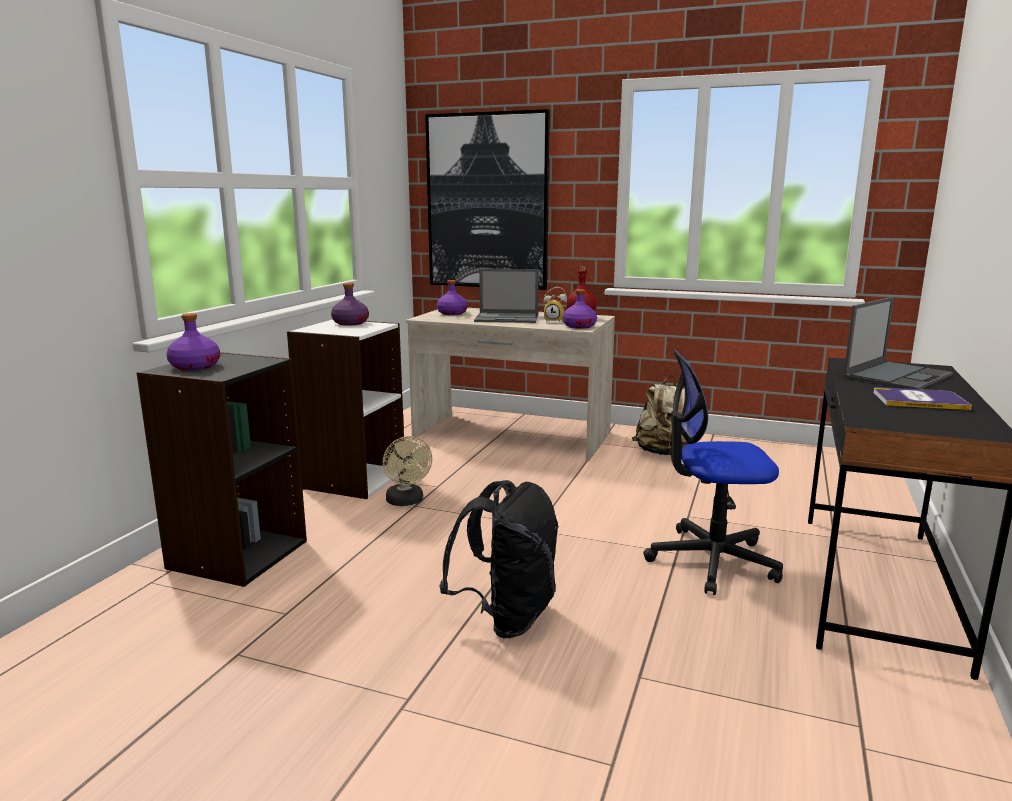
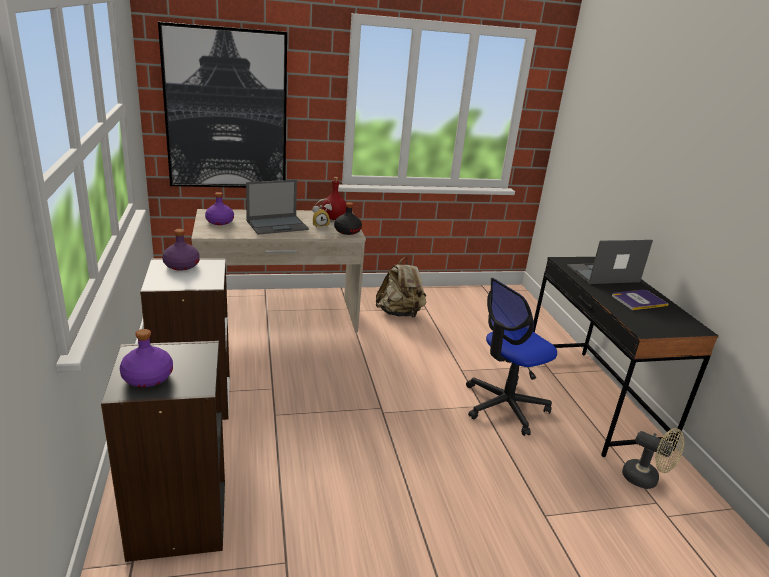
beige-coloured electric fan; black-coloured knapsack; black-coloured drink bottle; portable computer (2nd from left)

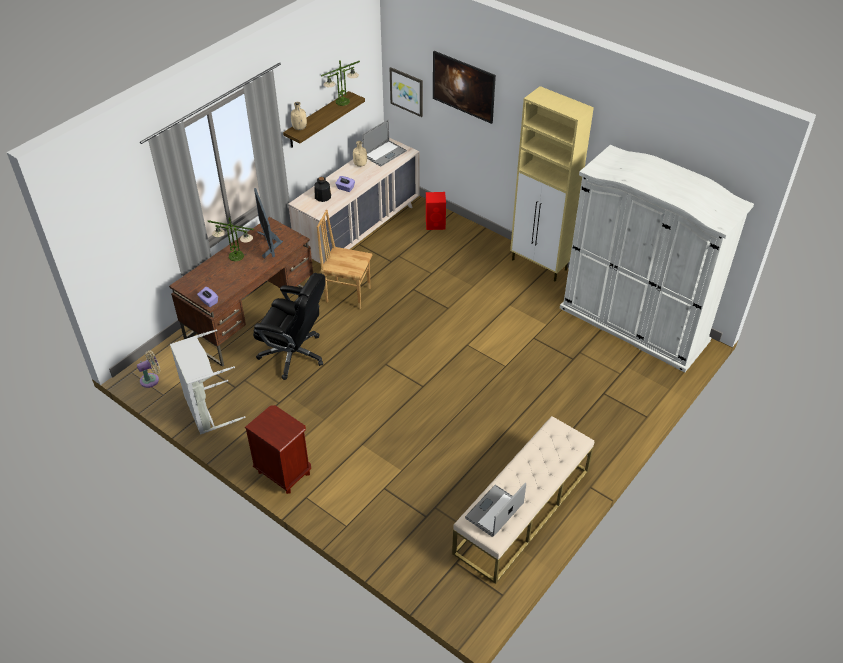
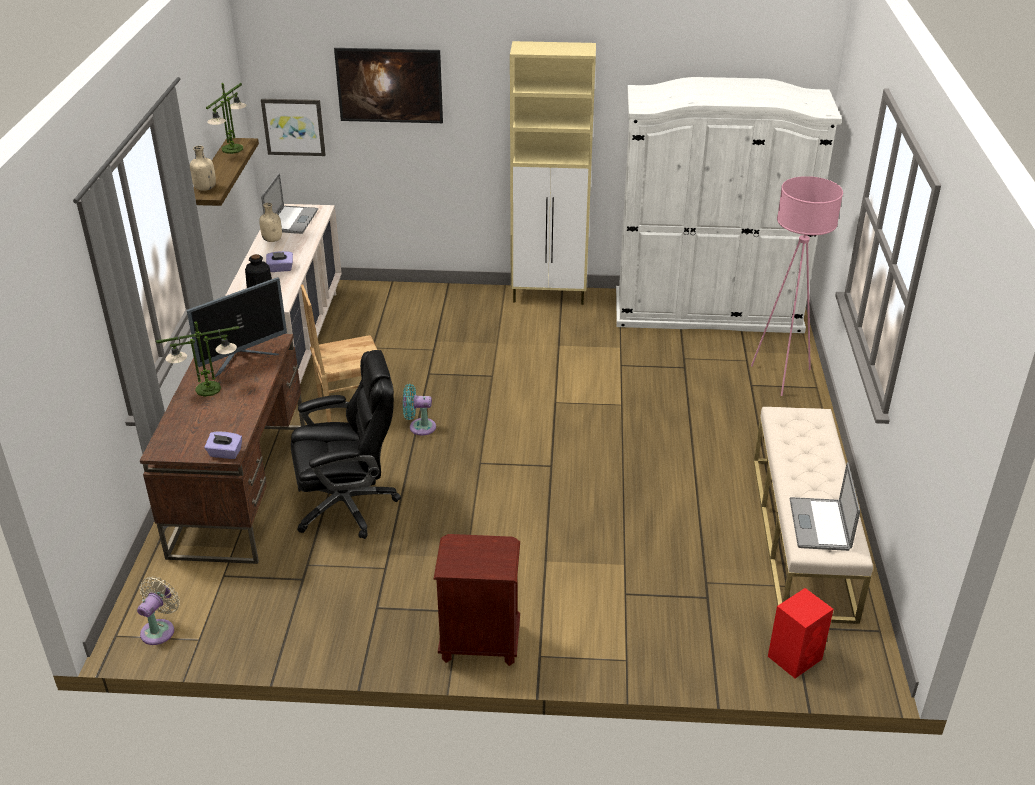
gray washing basket; computer display; red audio speaker; turquoise electric fan; pink-coloured standard lamp

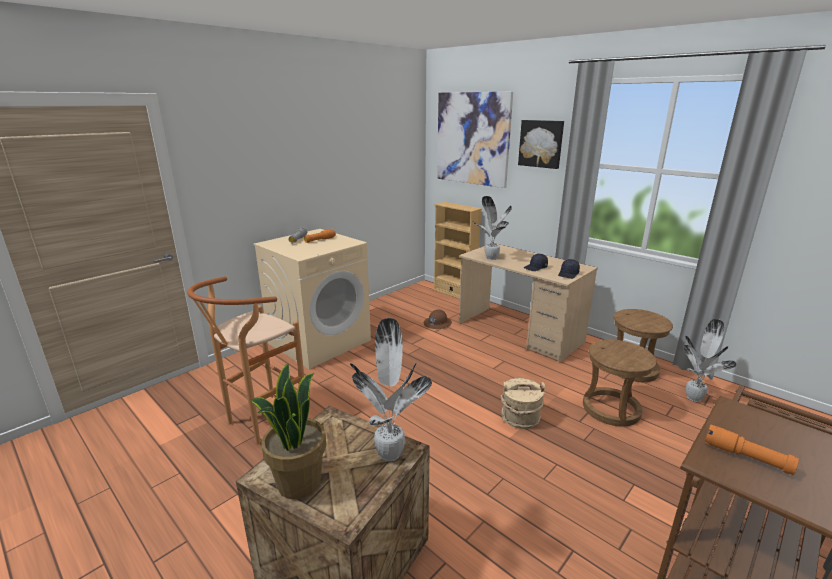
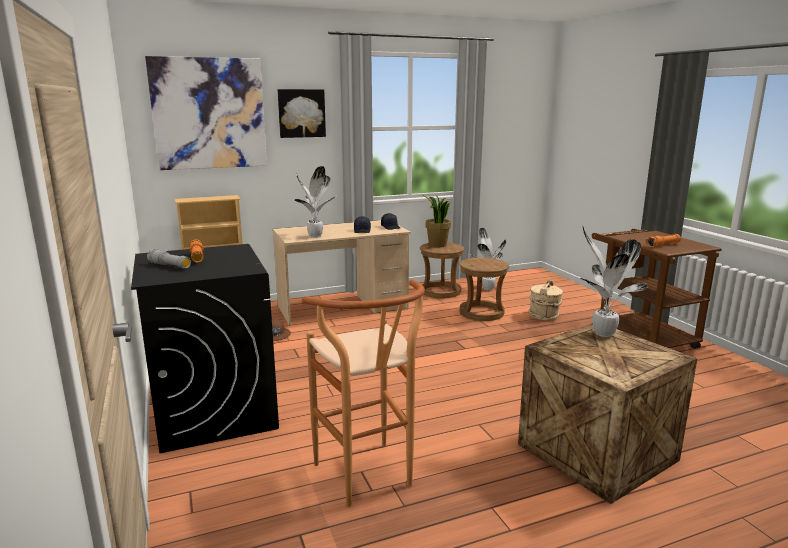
potted plant (2nd from left); black-coloured laundry appliance; beige-coloured water bucket

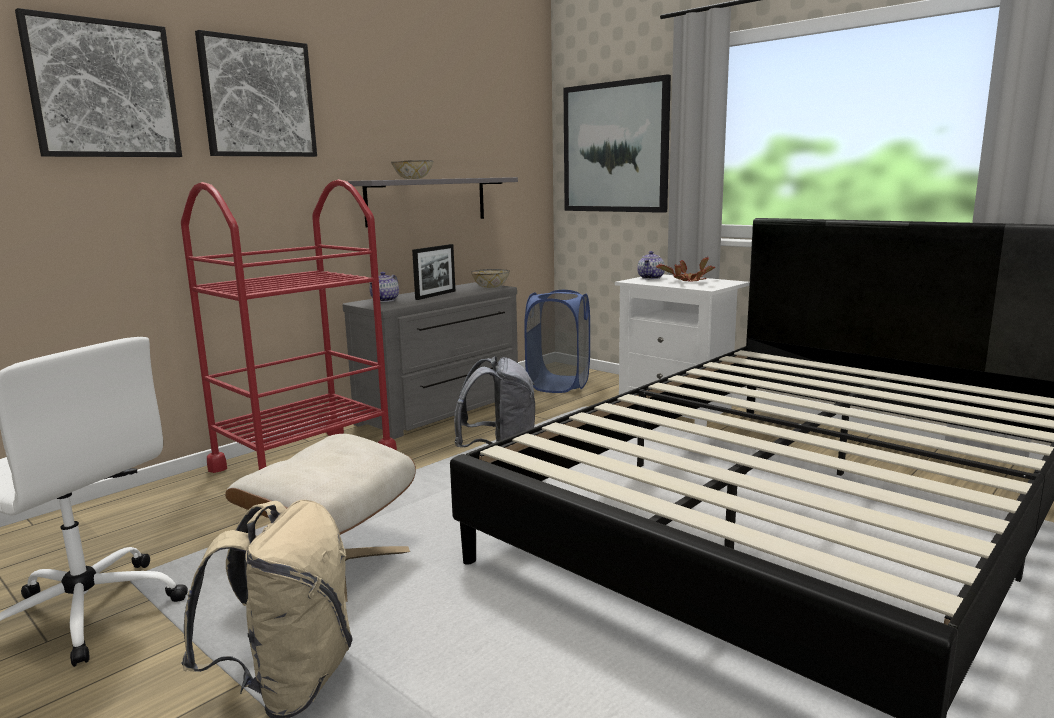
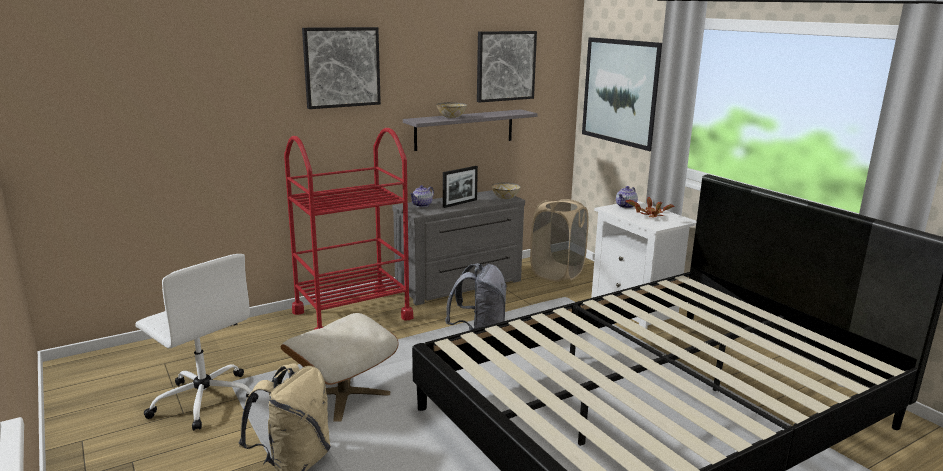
picture (2nd from left); beige-coloured washing basket

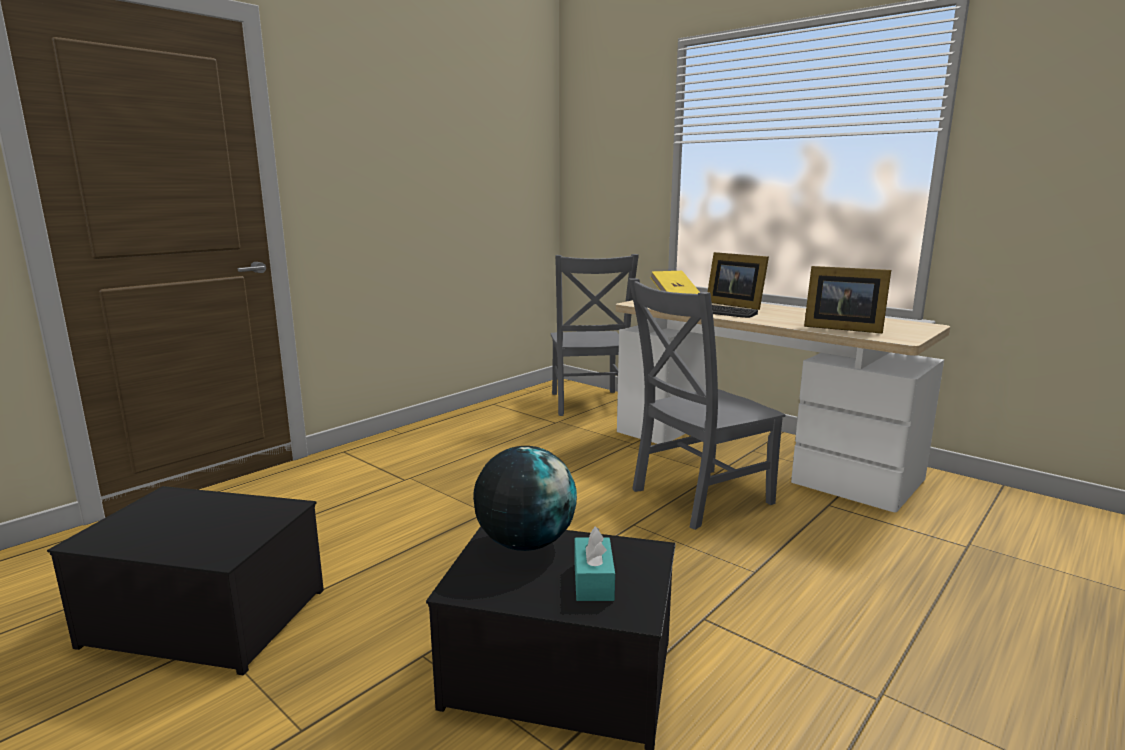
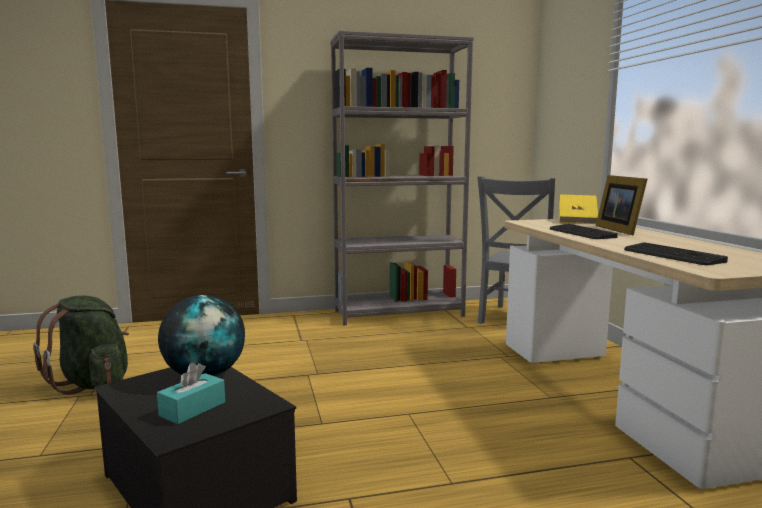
green-coloured knapsack; gray upright chair (2nd from left in the first image); computer keyboard (2nd from left); gray bookcase

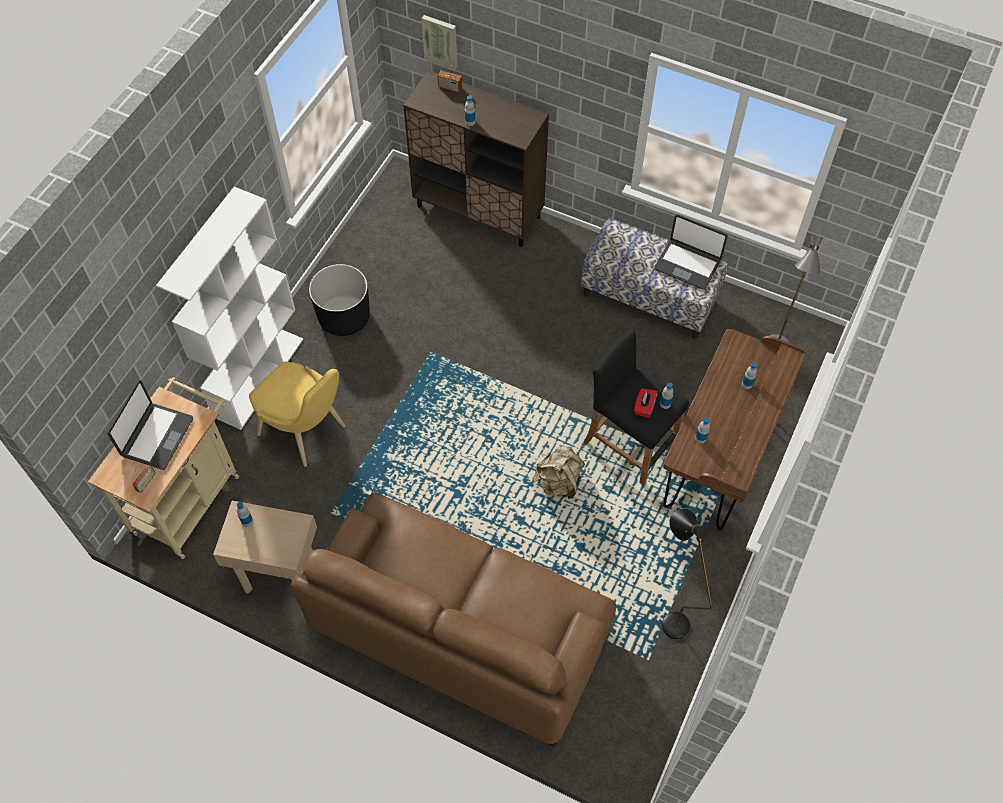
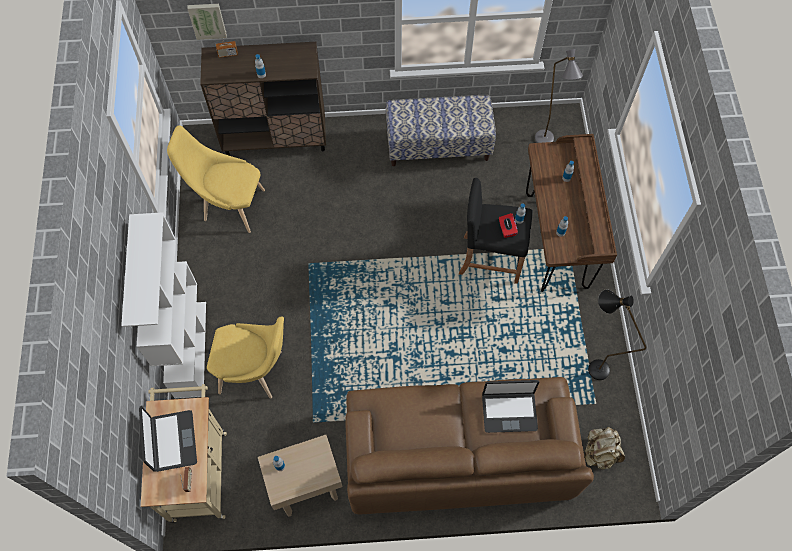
black-coloured flower pot; beige-coloured knapsack; portable computer (2nd from left); yellow upright chair (1st from left)

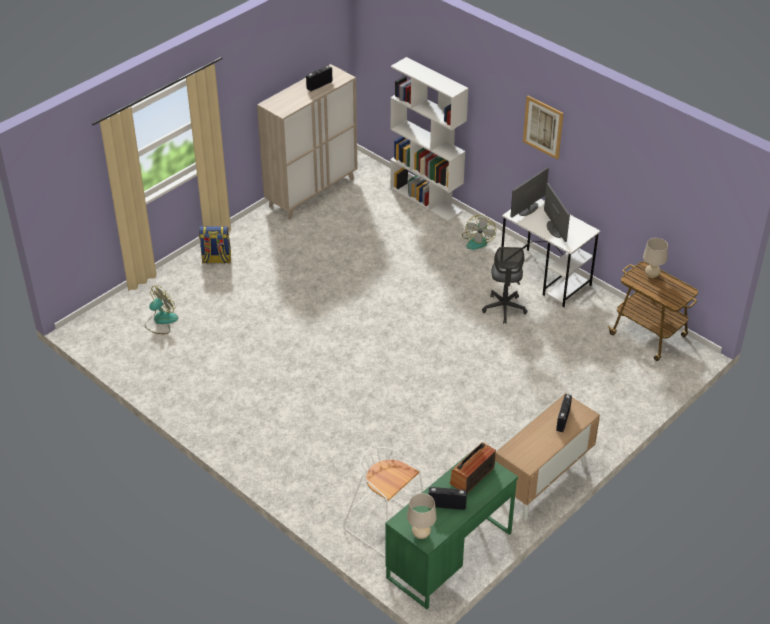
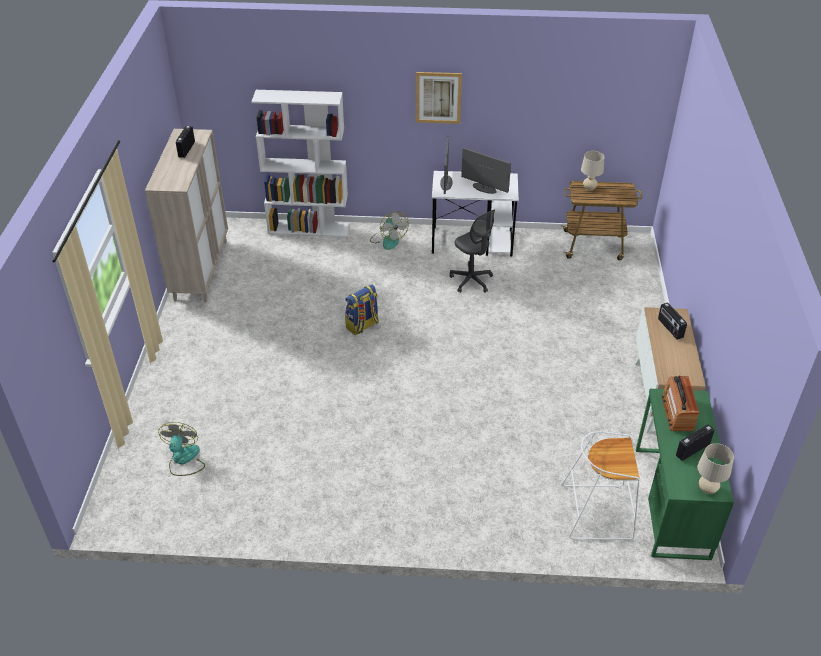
knapsack

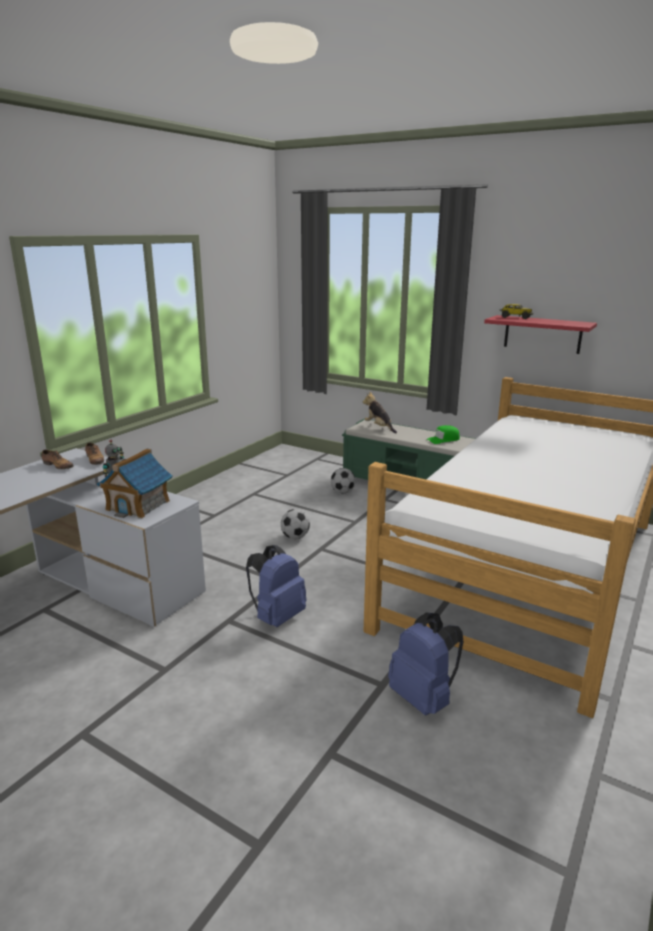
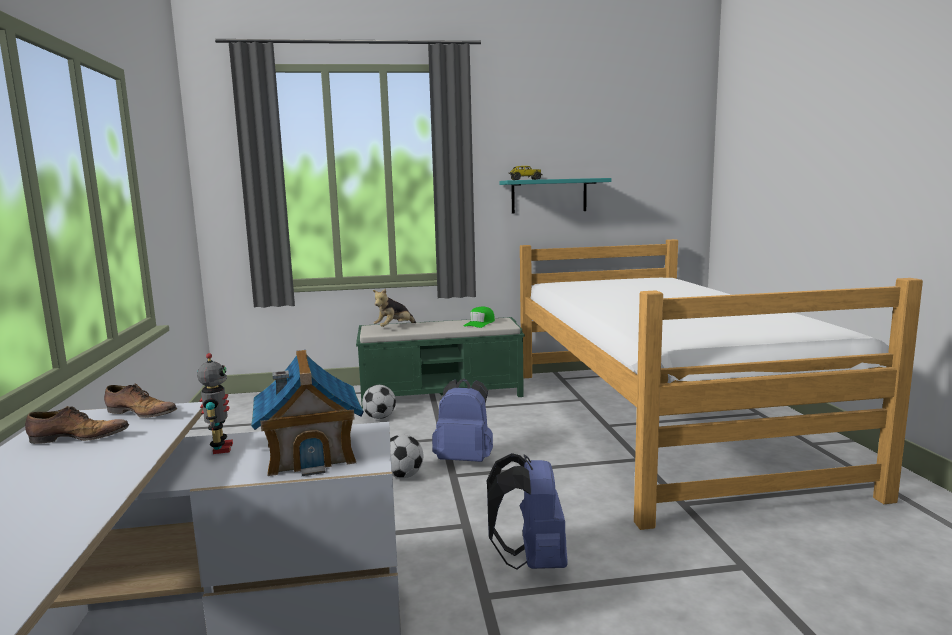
cuddly toy; blue-coloured knapsack (1st from left); turquoise wall shelf

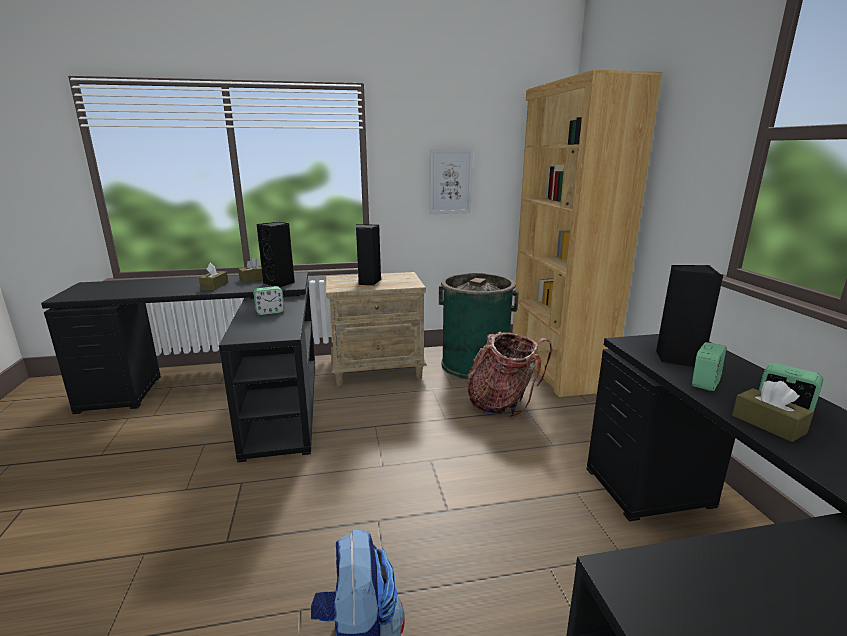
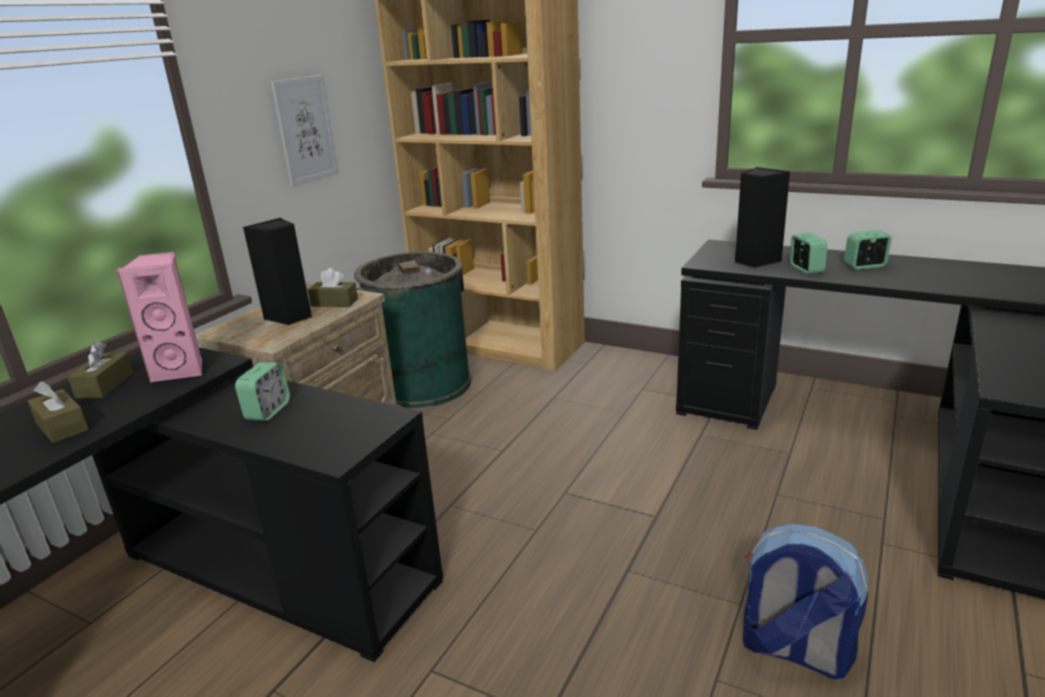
pink-coloured audio speaker; knapsack (2nd from left in the first image); brown-coloured tissue box (3rd from left)

